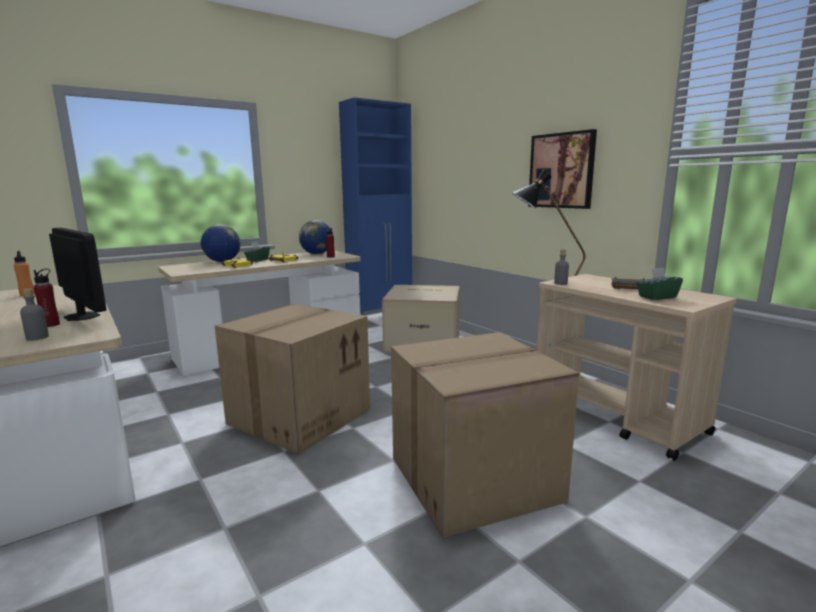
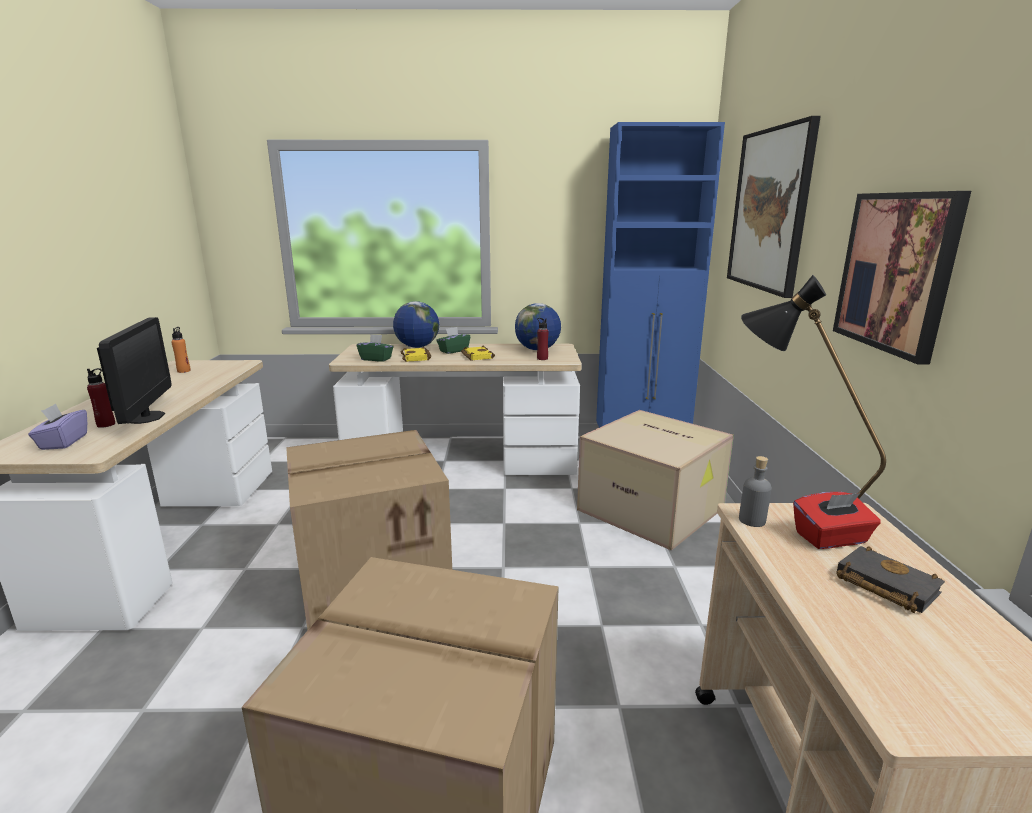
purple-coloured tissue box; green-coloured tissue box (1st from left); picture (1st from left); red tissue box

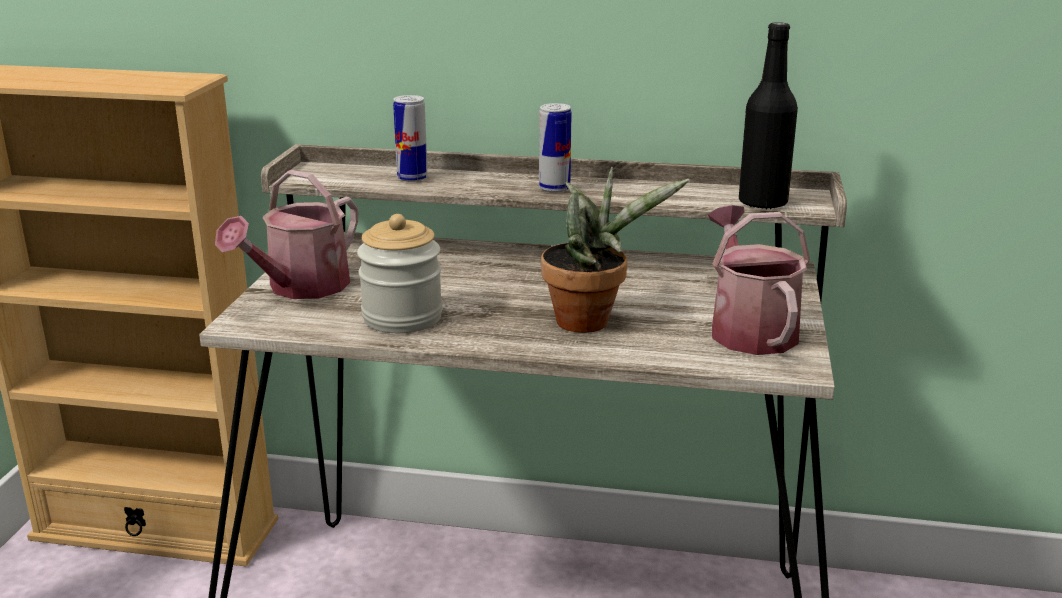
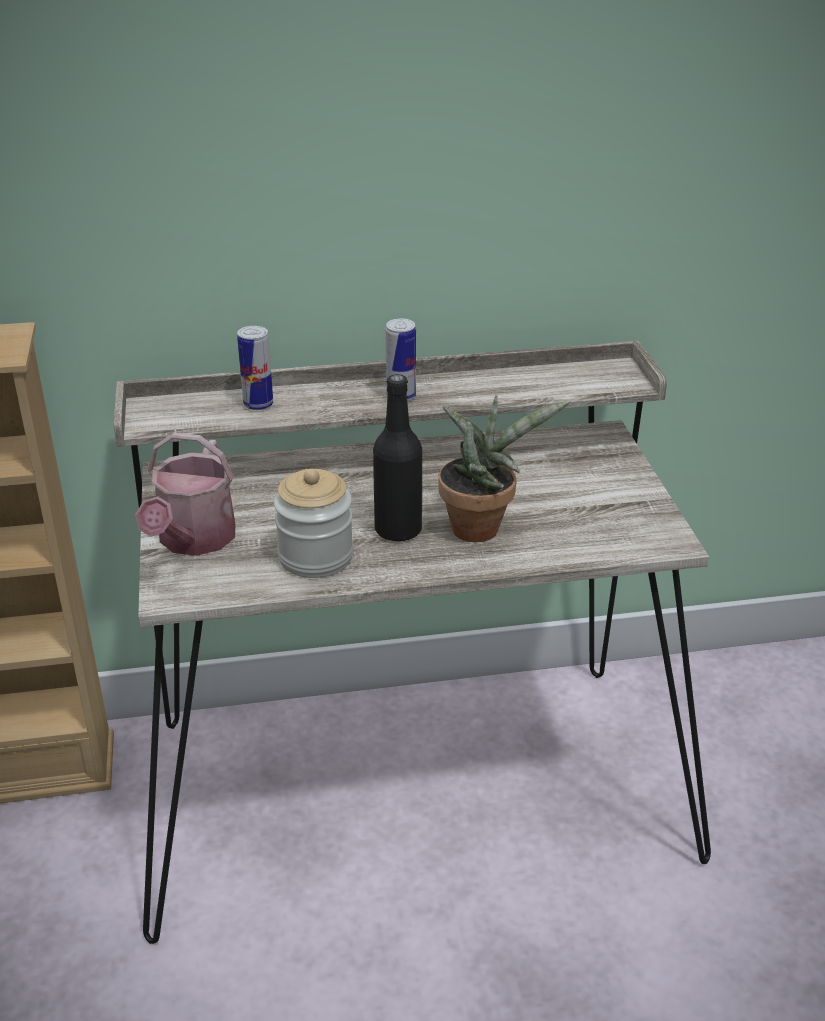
watering pot (2nd from left in the first image); black-coloured drink bottle

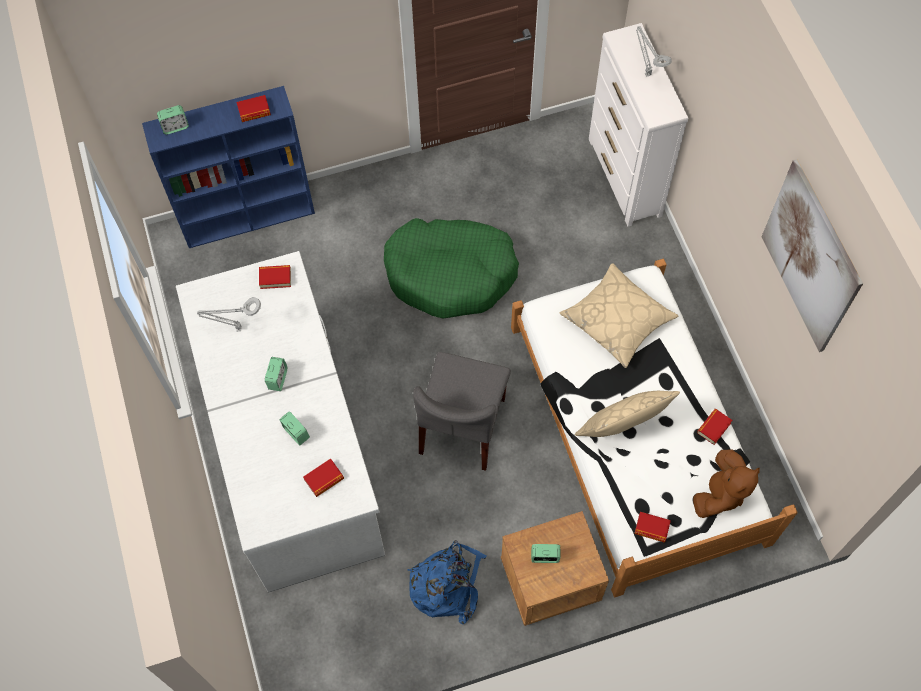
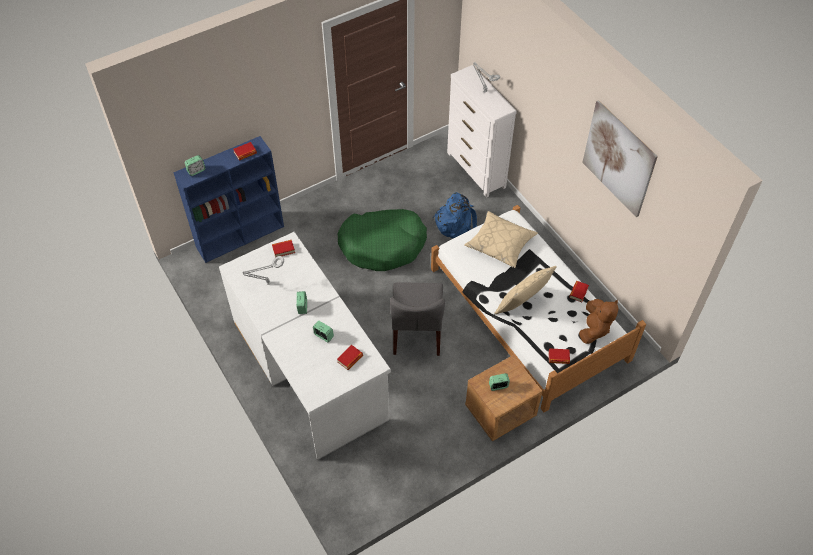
blue-coloured knapsack

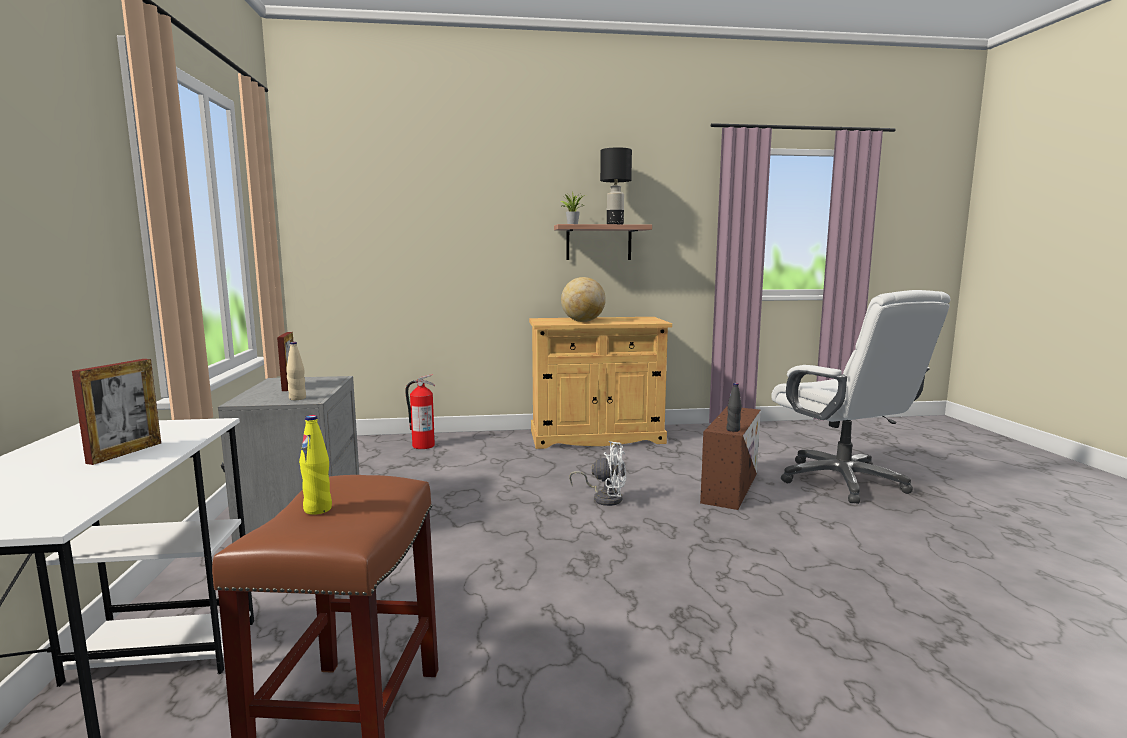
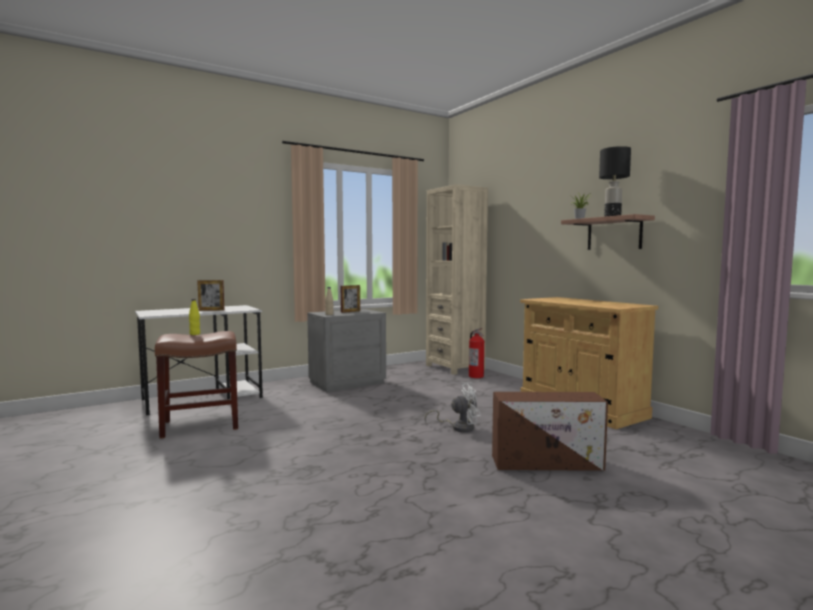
globe; whitish electric fan; black-coloured drink bottle; whitish office chair; beige-coloured bookcase

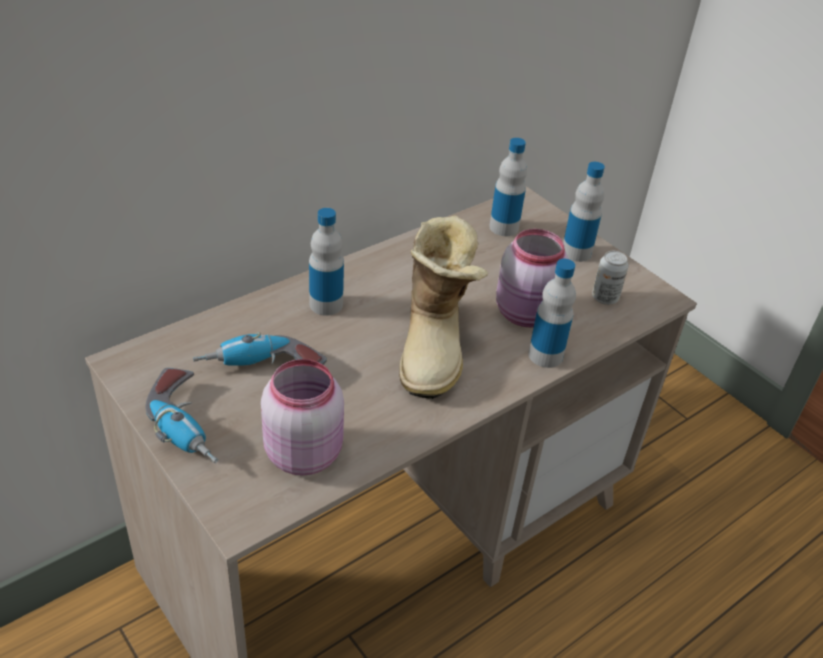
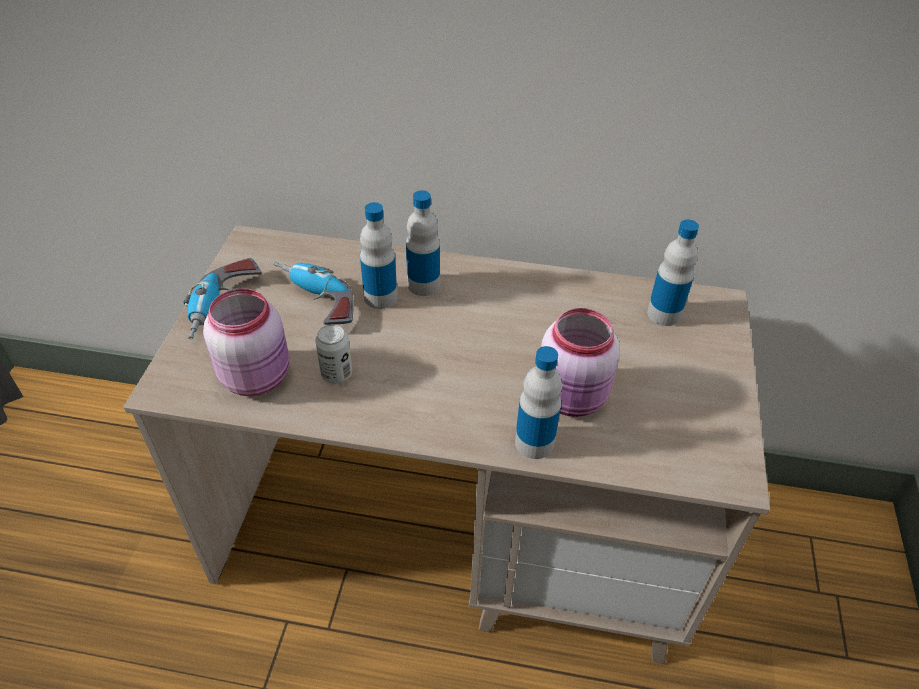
boot; drink bottle (1st from left); can

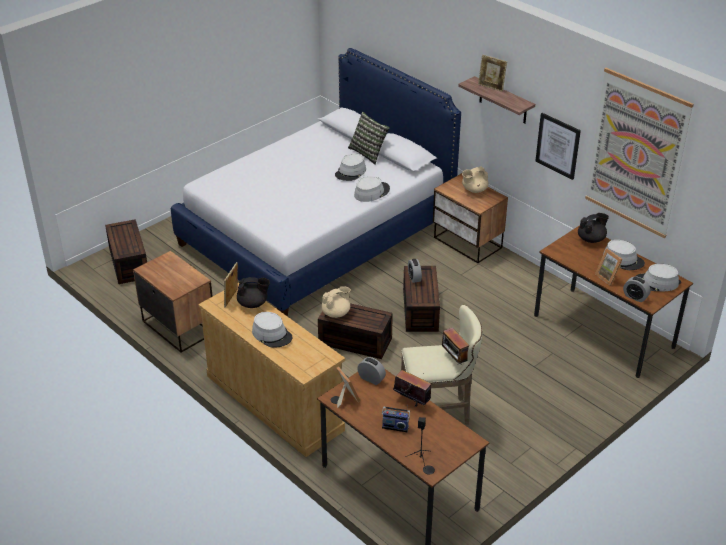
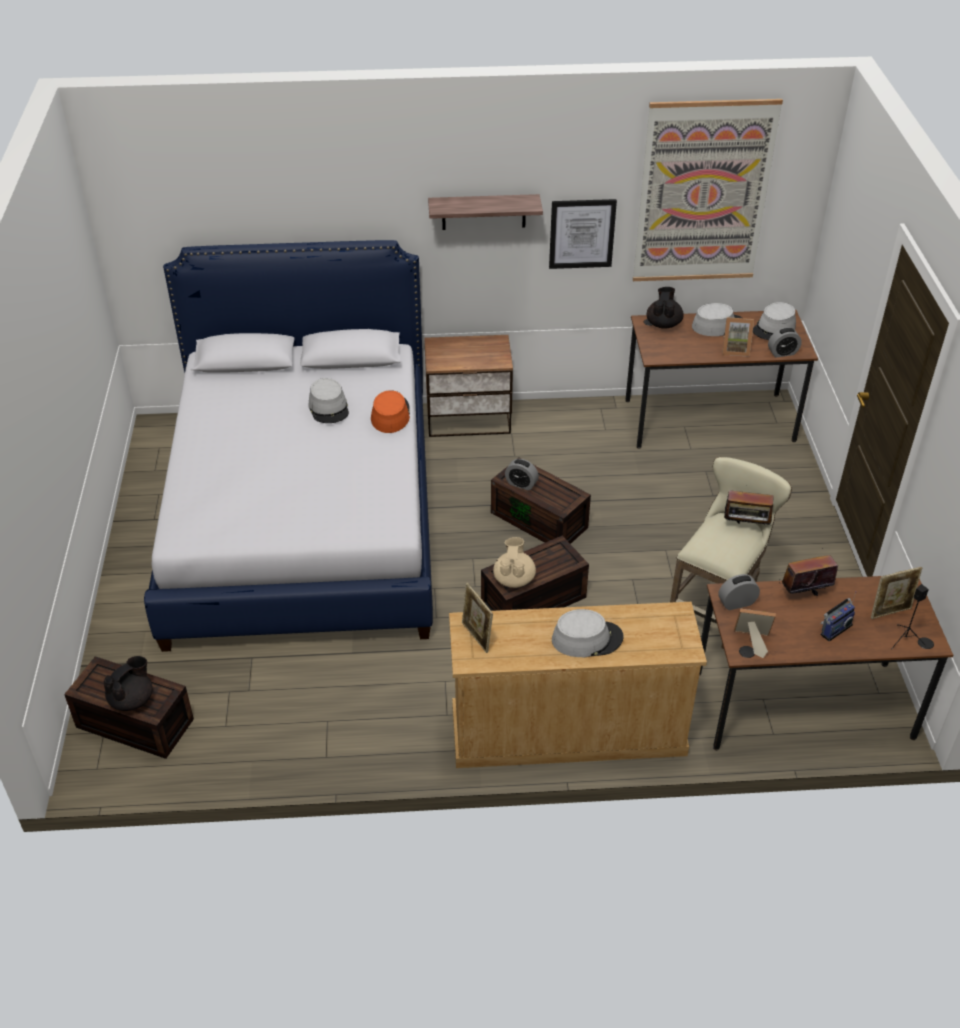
night table (1st from left in the first image); black-coloured teapot (1st from left); cushion; orange hat; beige-coloured teapot (2nd from left in the first image); picture frame (4th from left)

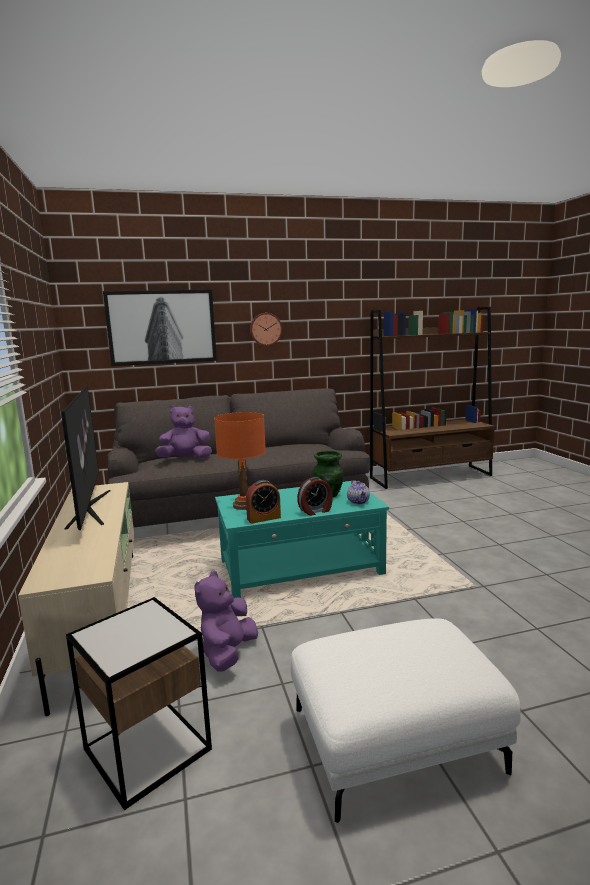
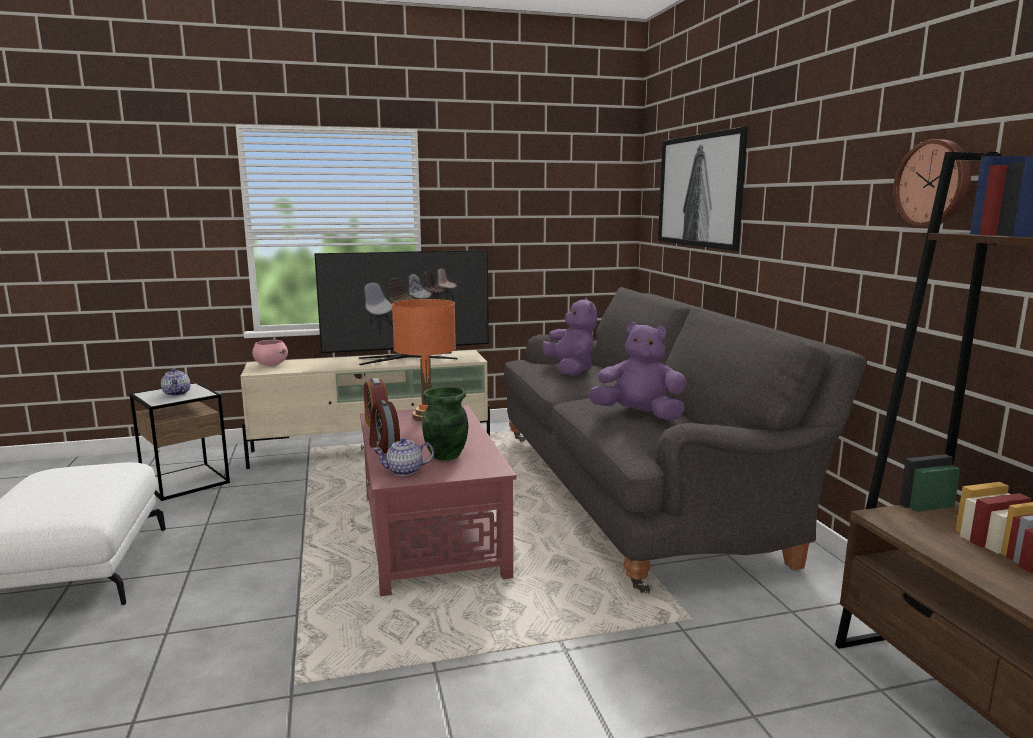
purple-coloured cuddly toy (2nd from left); red low table; hanging clock; teapot (1st from left); pink-coloured serving bowl

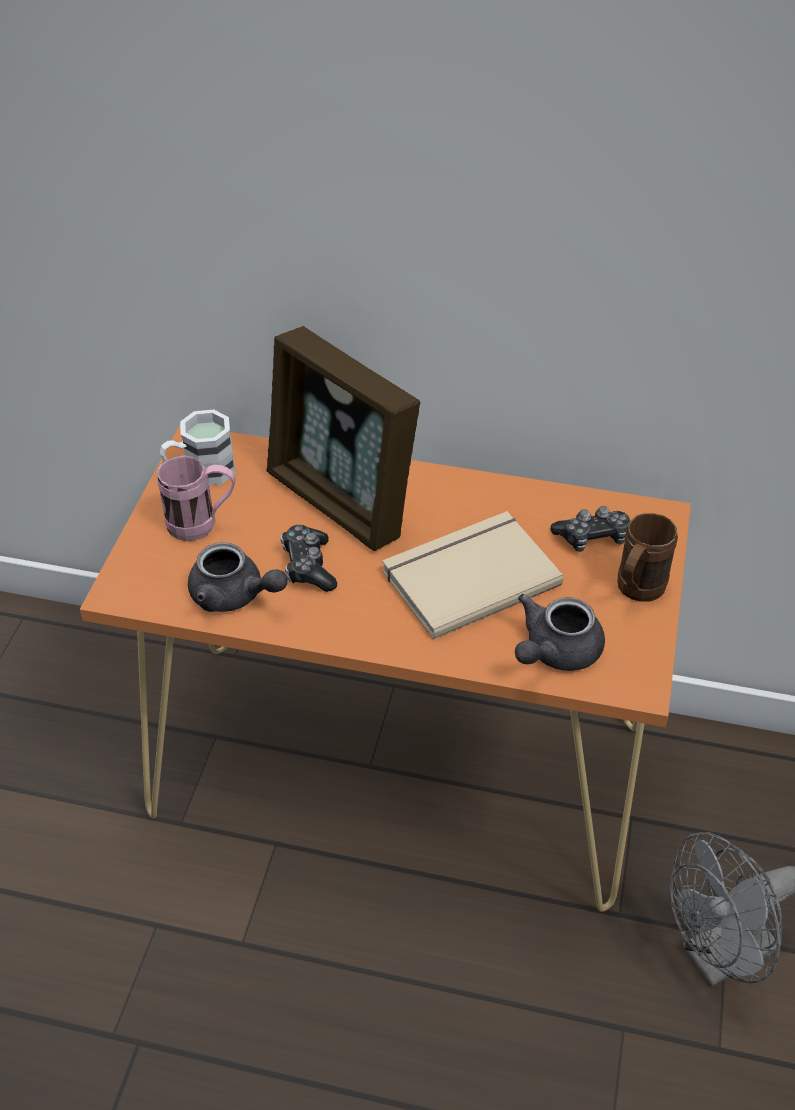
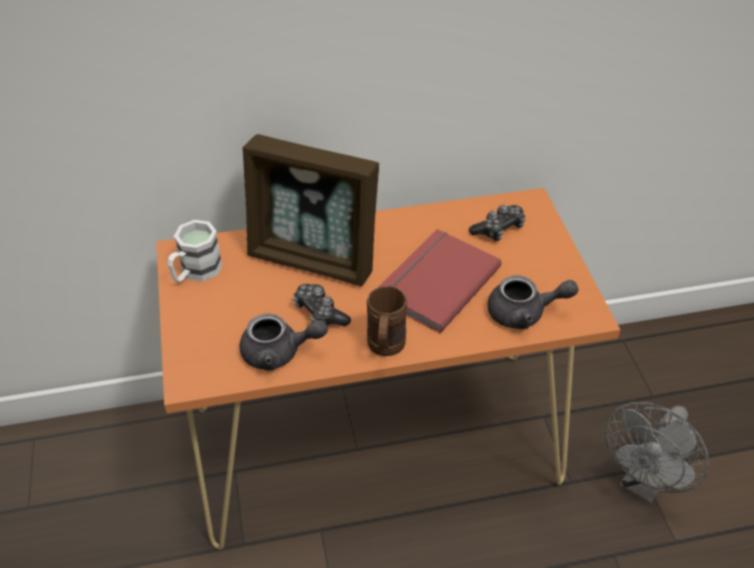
pink-coloured mug; red volume; gray teapot (2nd from left); brown-coloured mug

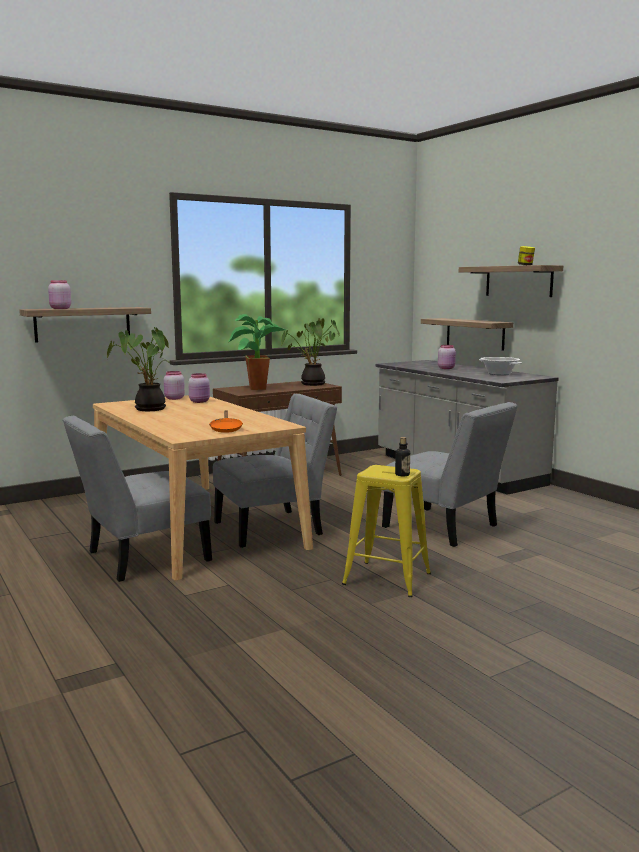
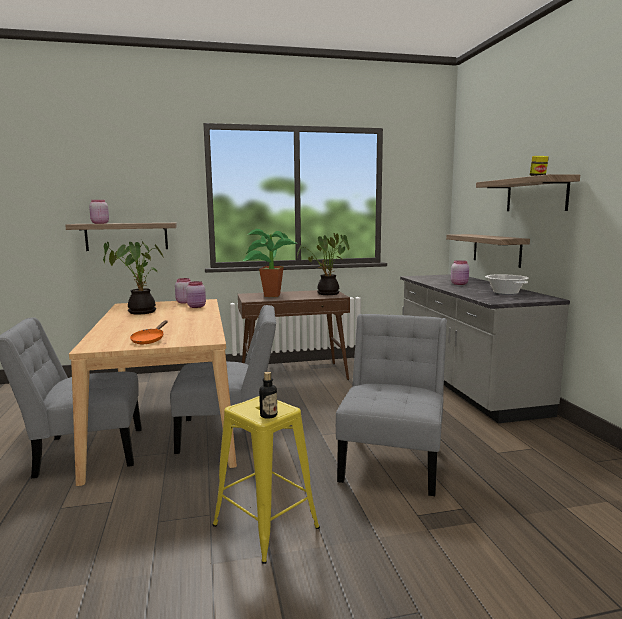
gray upright chair (3rd from left)

